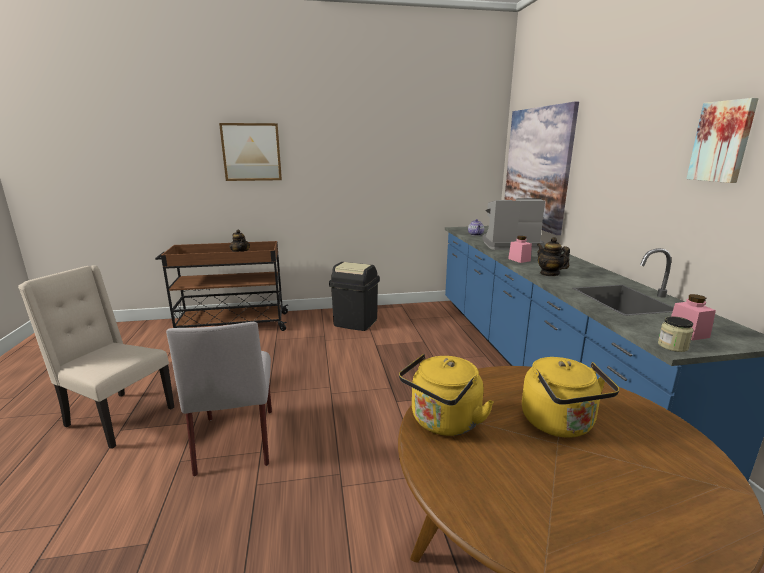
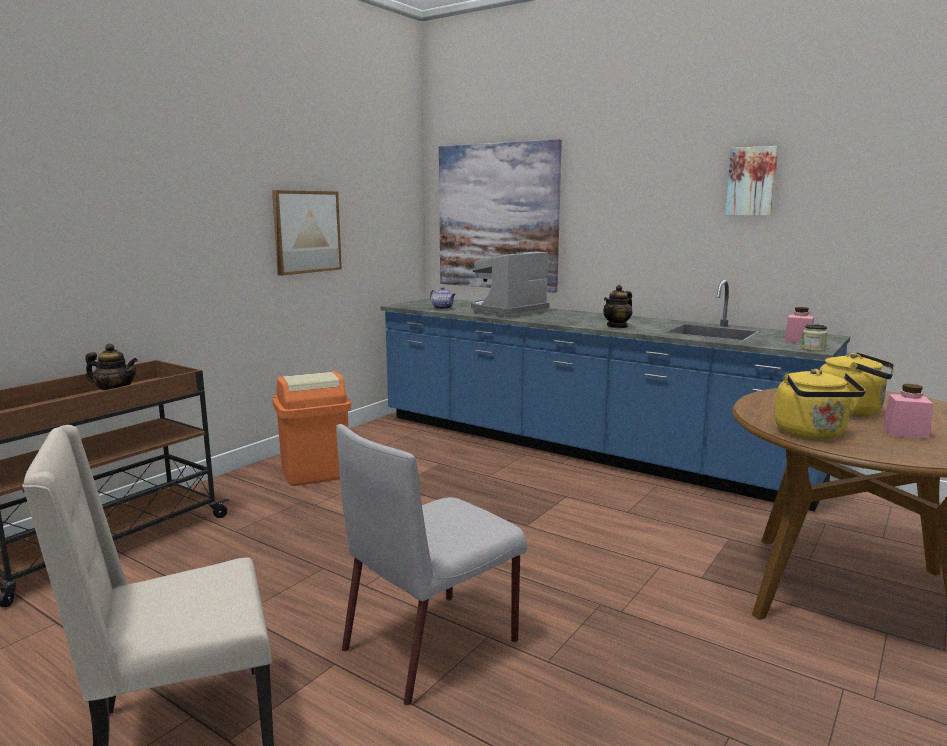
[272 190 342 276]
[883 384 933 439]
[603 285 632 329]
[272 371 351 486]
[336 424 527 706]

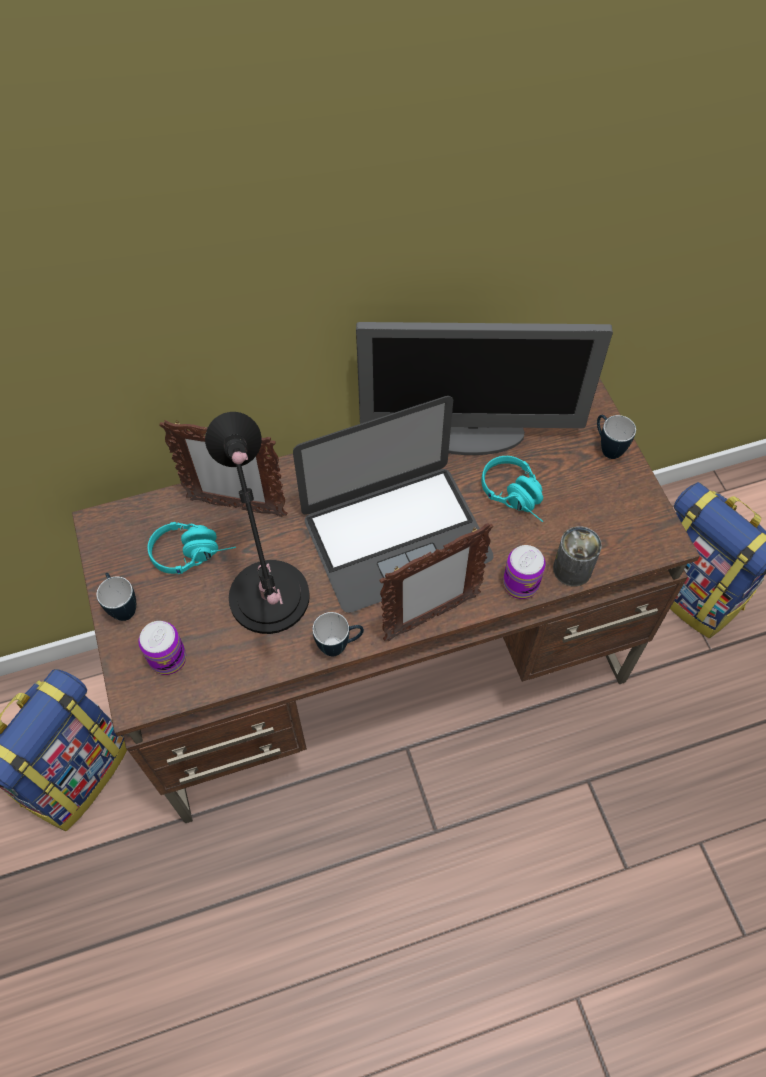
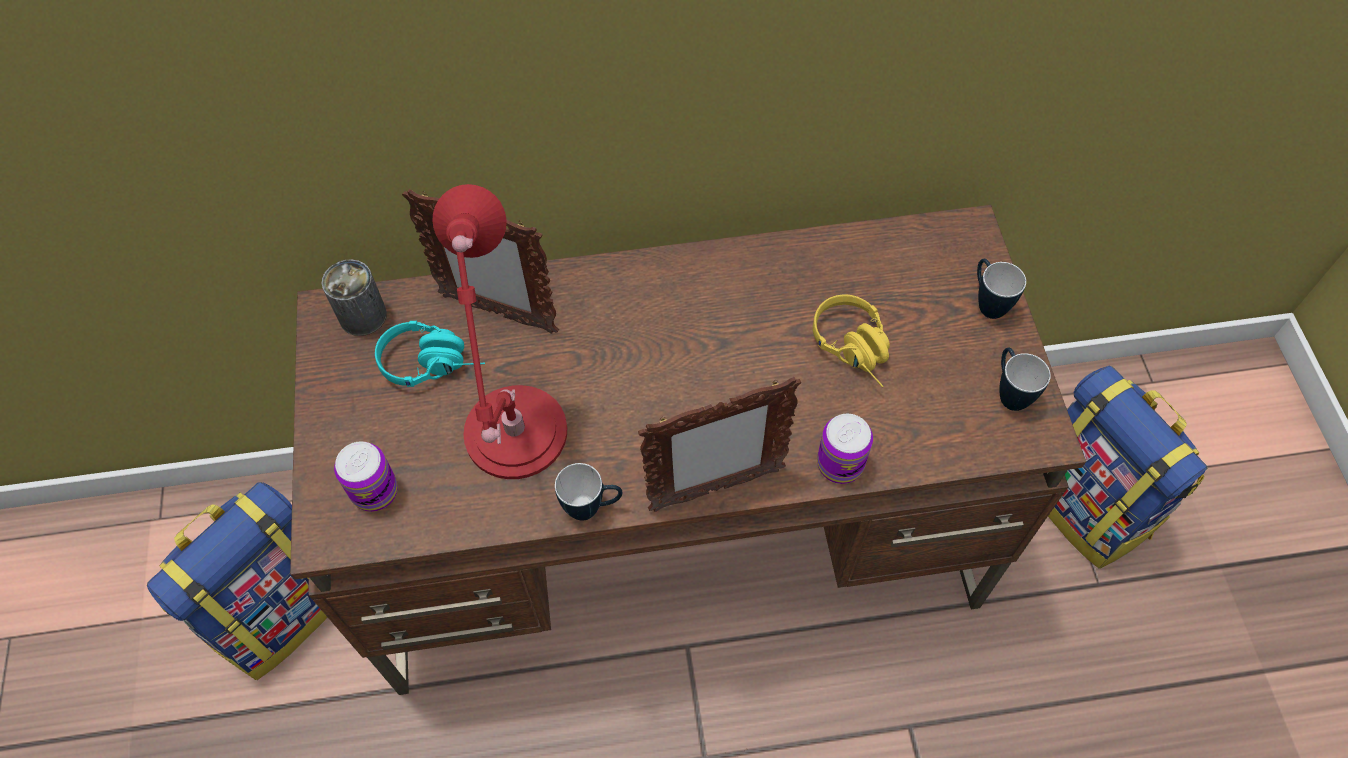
[356 322 613 455] (first image)
[293 396 494 613] (first image)
[432 184 567 479]
[813 294 890 387]
[322 259 387 336]
[999 348 1051 411]

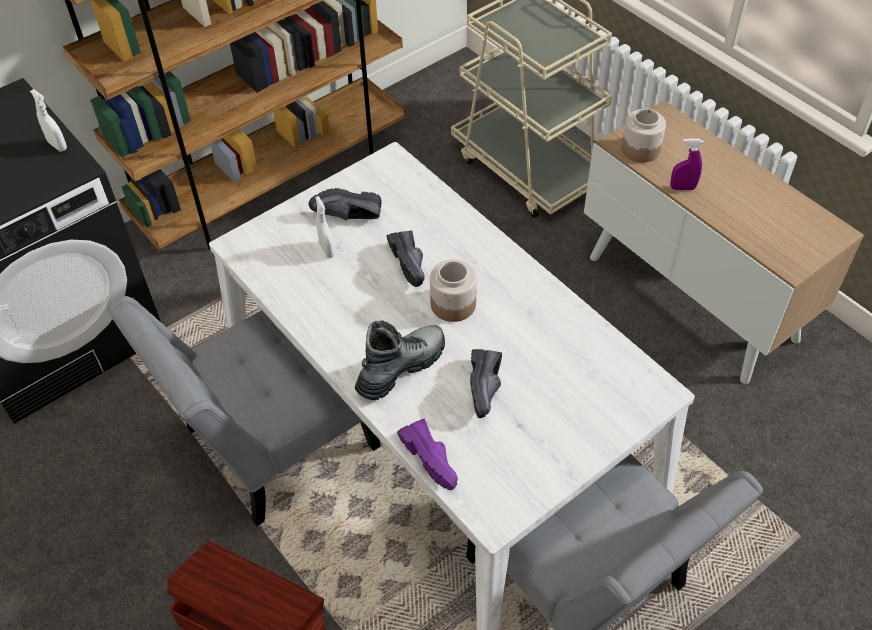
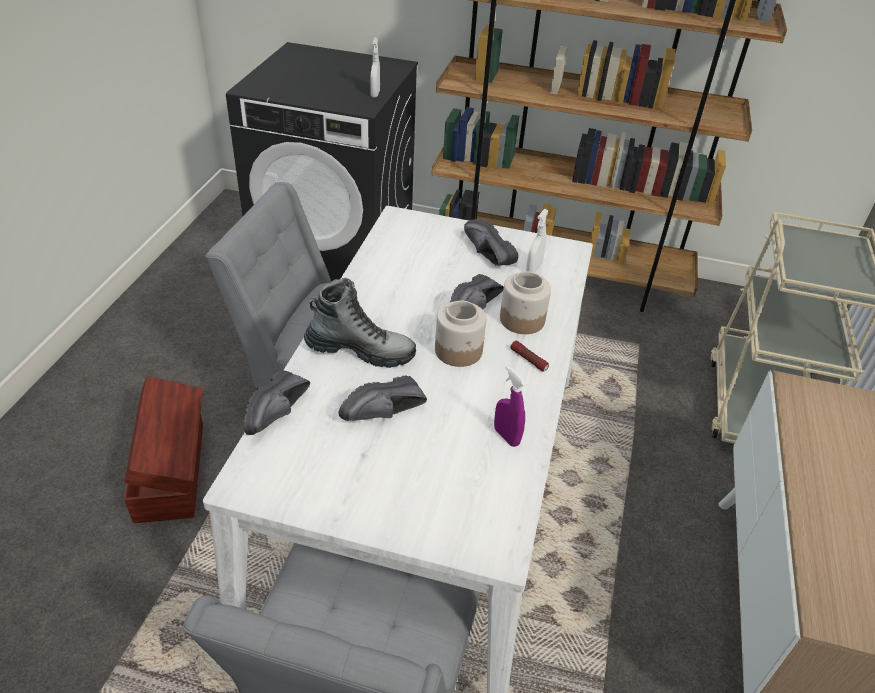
[500 271 551 334]
[494 366 526 447]
[526 209 548 273]
[244 370 310 435]
[510 340 549 372]

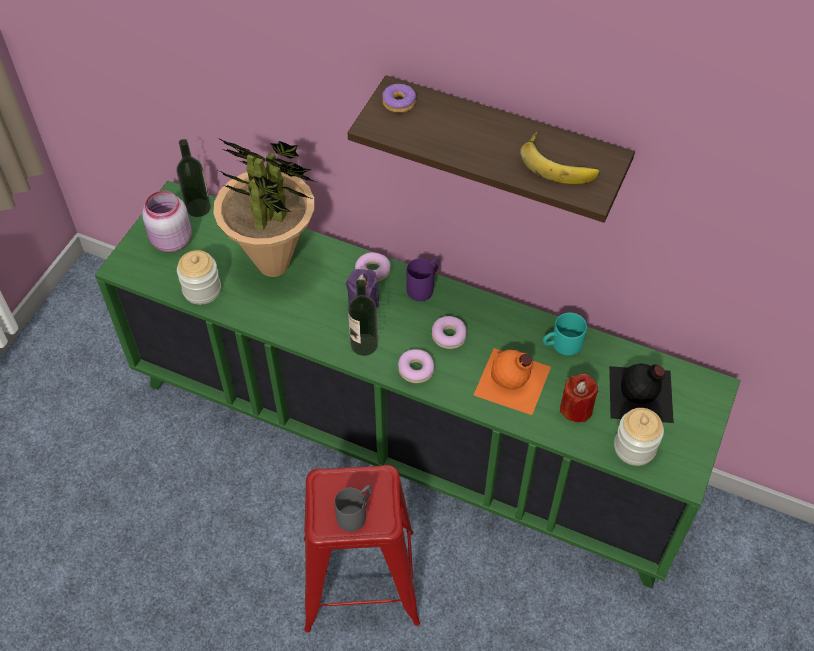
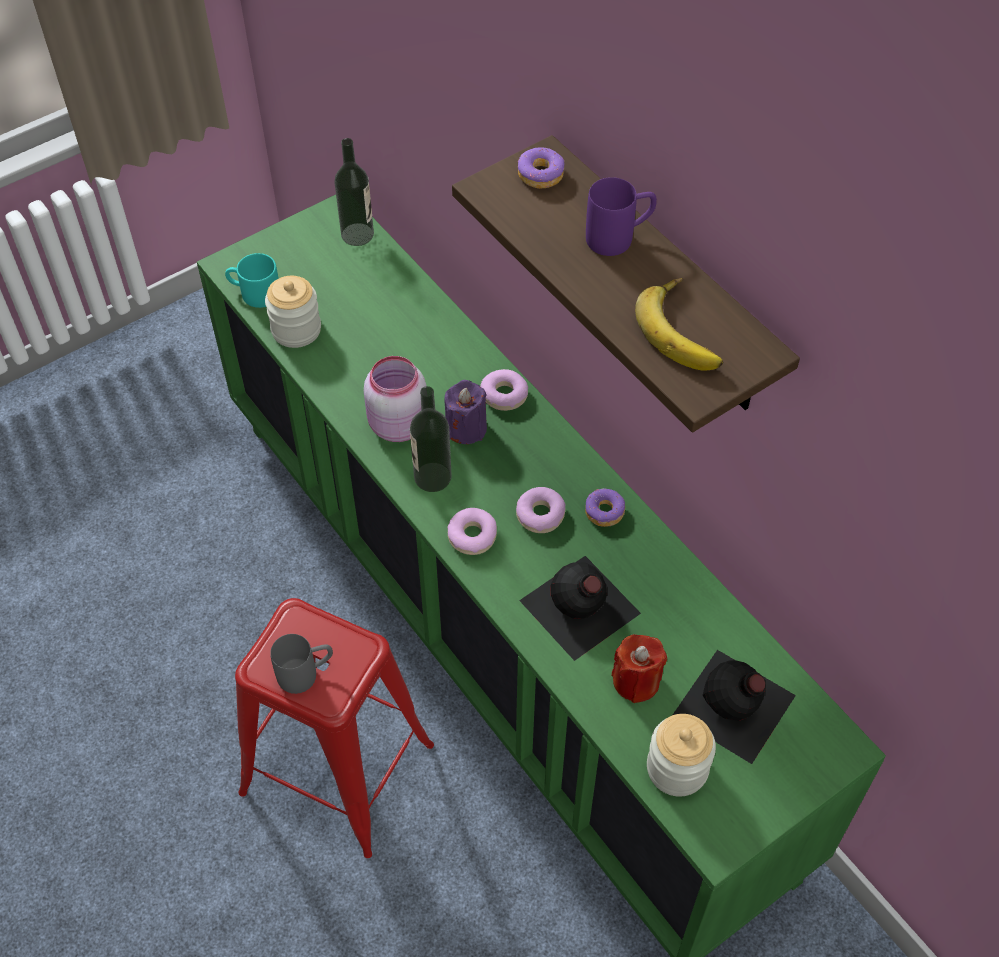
[213 138 319 277] (first image)
[364 356 426 442]
[586 177 657 256]
[225 253 279 308]
[519 556 641 661]
[585 489 625 527]

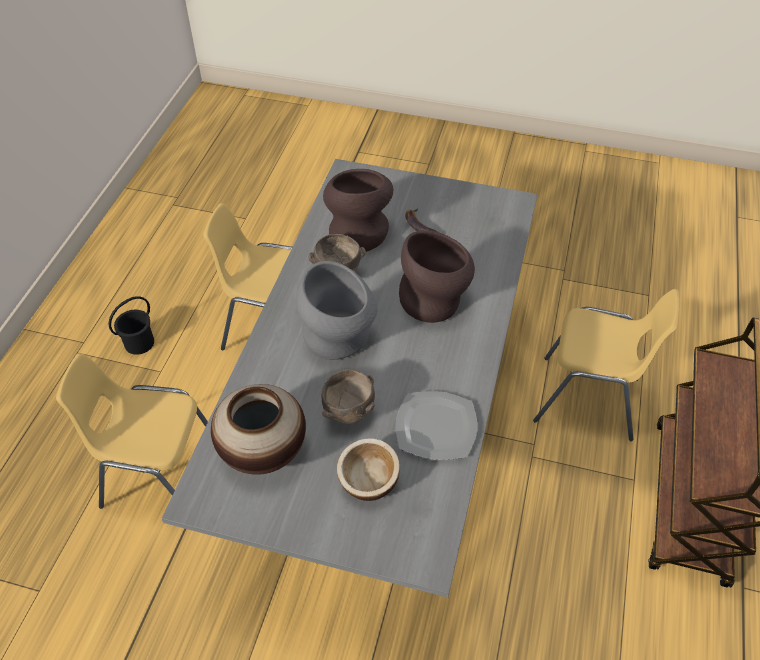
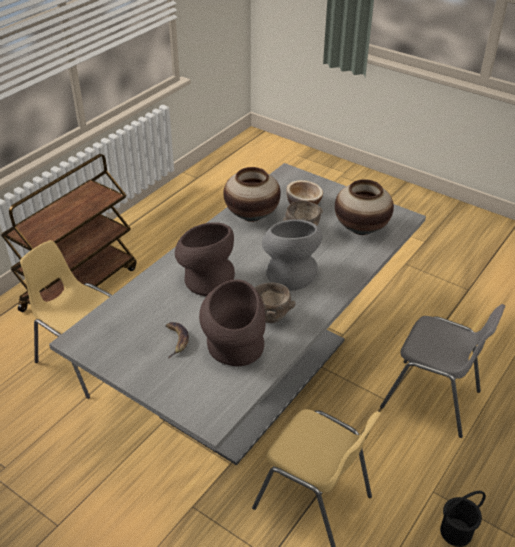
[380 304 505 438]
[223 167 281 222]

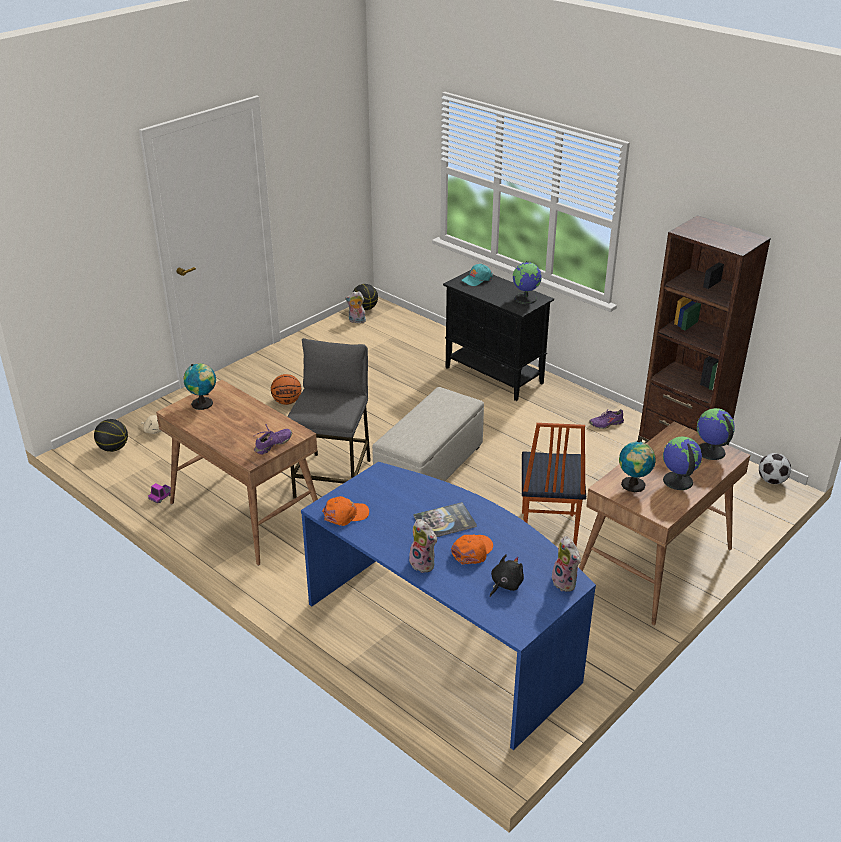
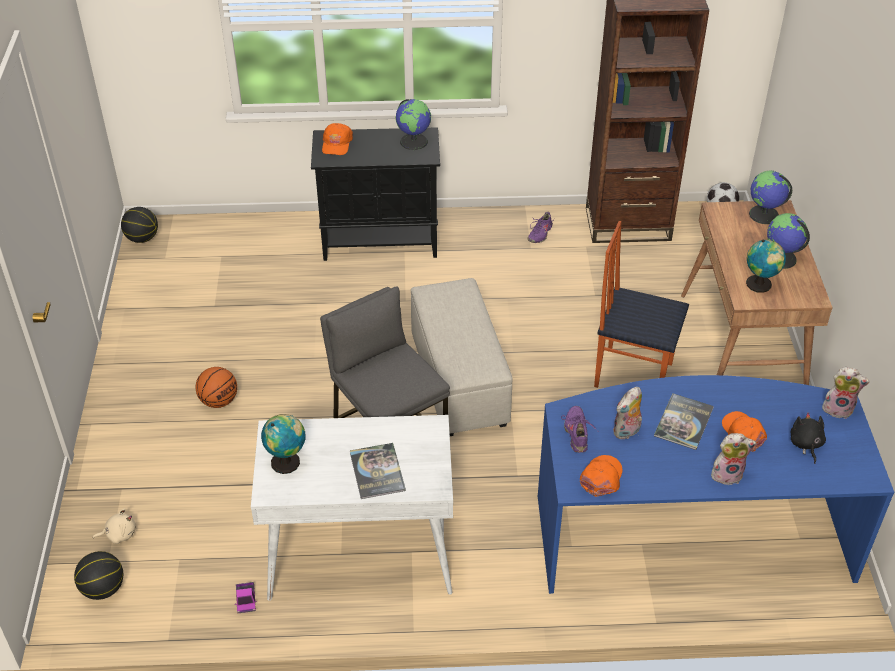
[322 123 353 155]
[613 387 642 439]
[251 415 453 601]
[594 221 689 388]
[561 406 599 453]
[350 443 406 499]

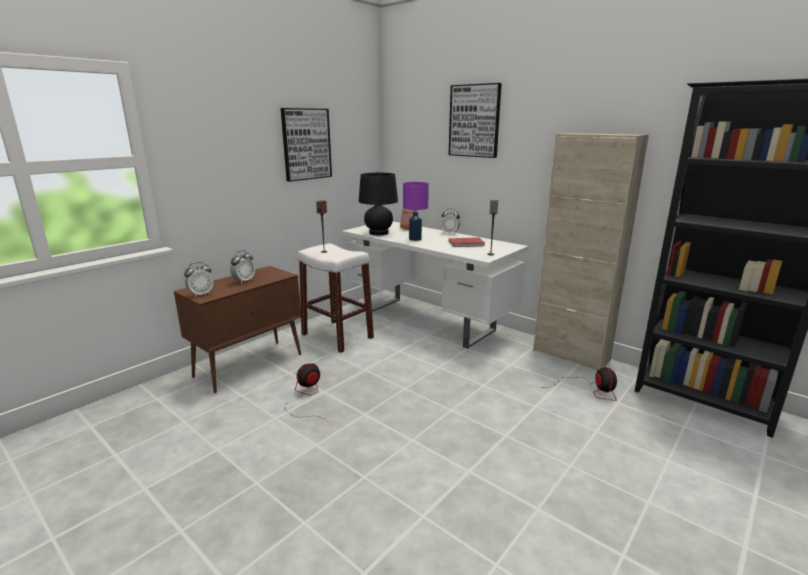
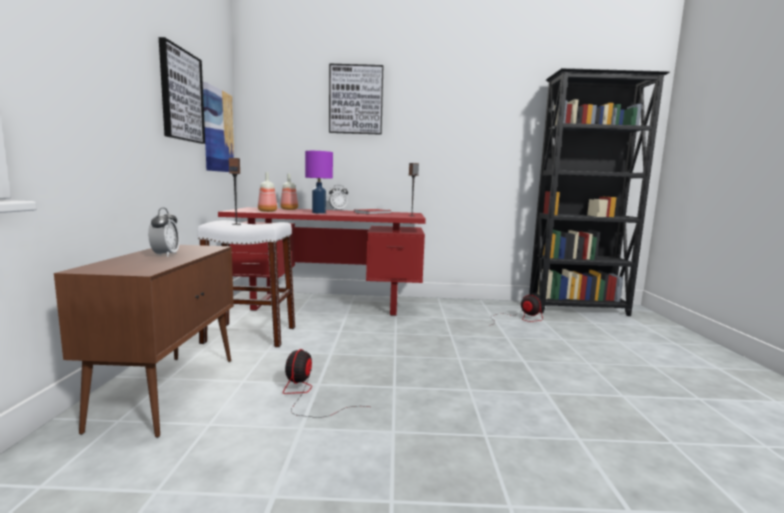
[533 133 649 371] (first image)
[258 172 277 212]
[218 207 426 316]
[184 262 213 297] (first image)
[203 82 234 172]

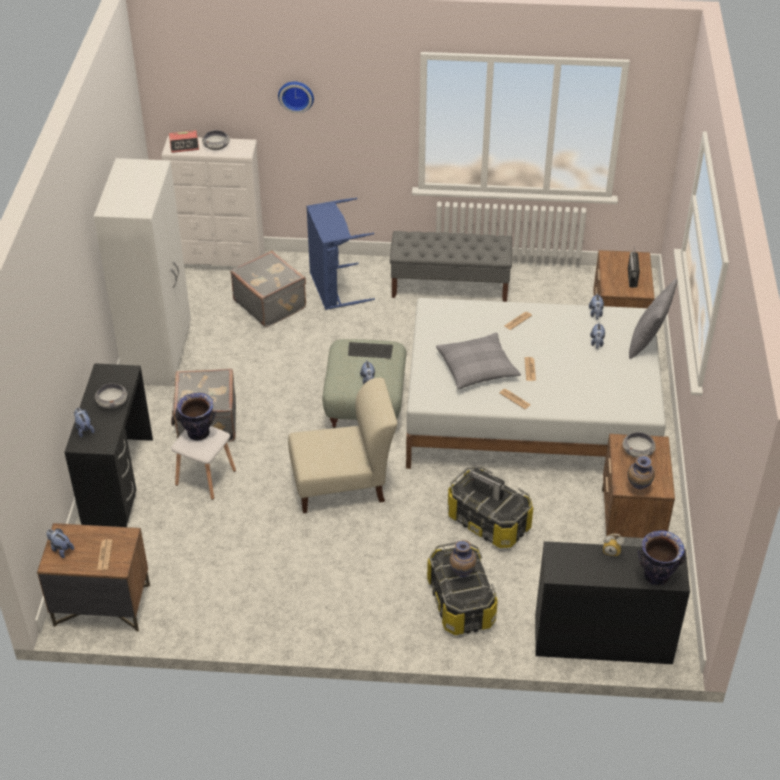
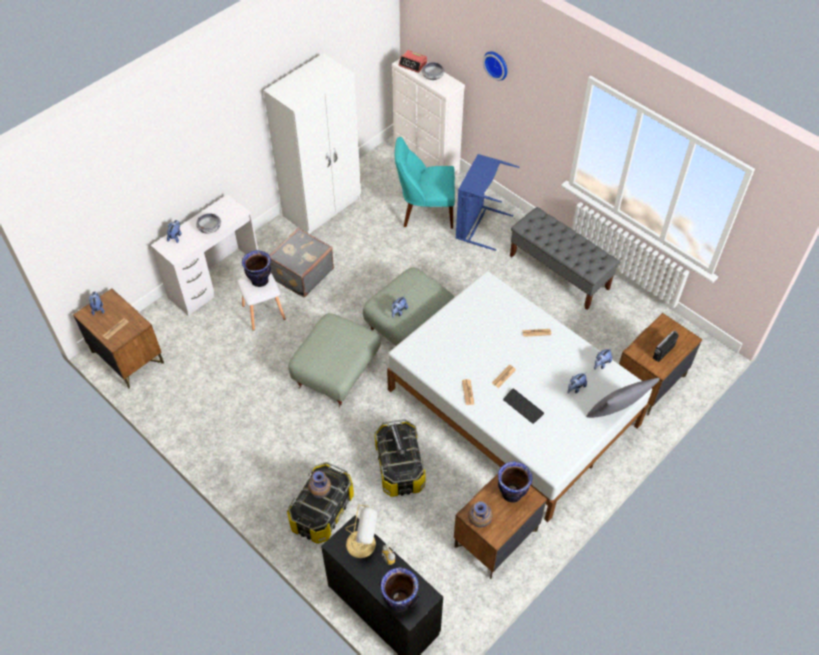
[395 137 455 229]
[436 333 521 389] (first image)
[503 389 544 424]
[151 194 258 316]
[288 313 381 407]
[498 462 532 503]
[345 505 377 558]

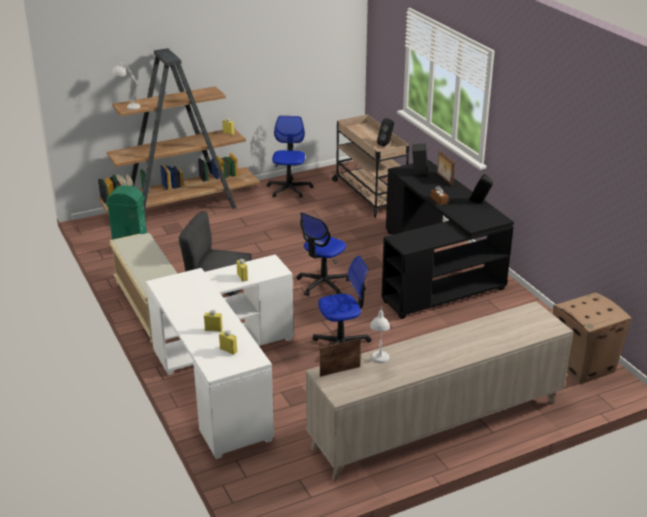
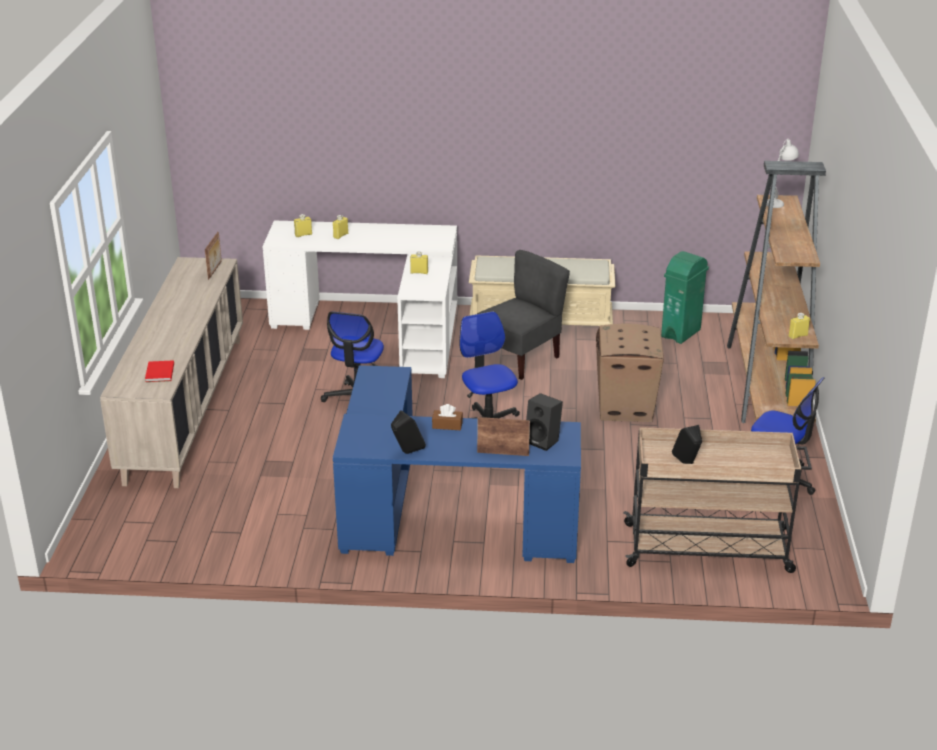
[333 365 581 563]
[596 324 664 422]
[370 306 390 363] (first image)
[145 360 174 382]

